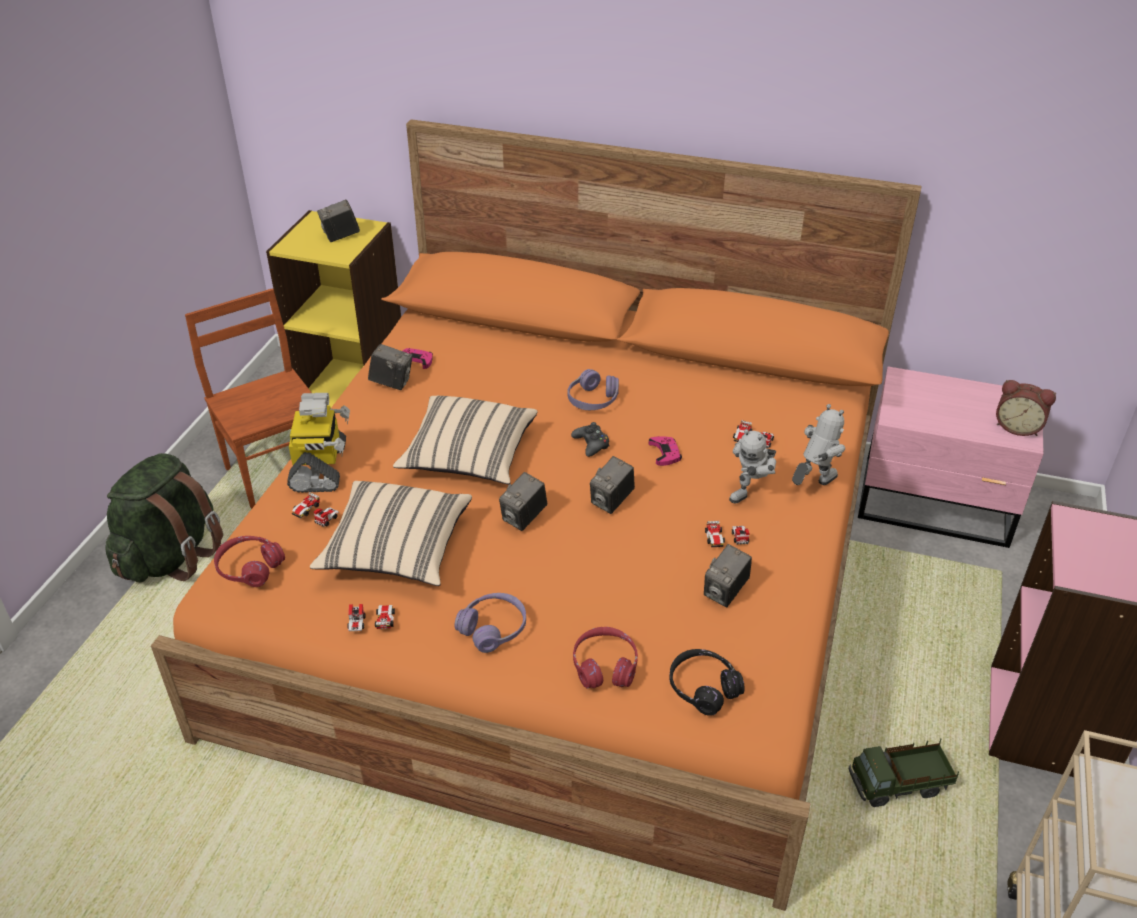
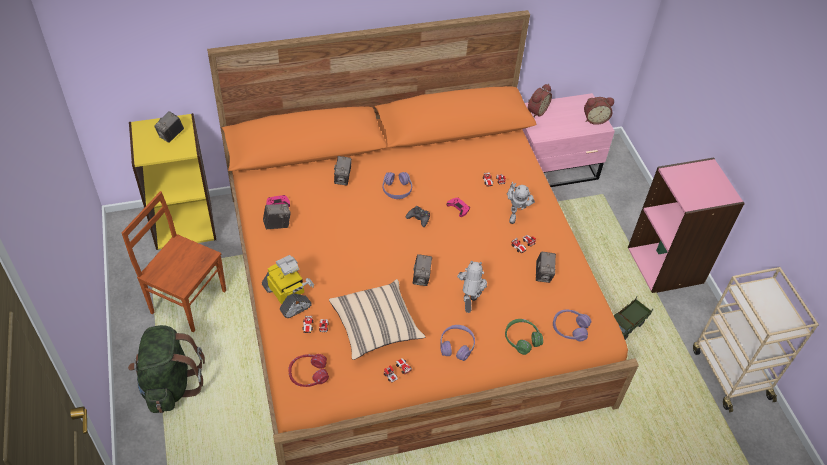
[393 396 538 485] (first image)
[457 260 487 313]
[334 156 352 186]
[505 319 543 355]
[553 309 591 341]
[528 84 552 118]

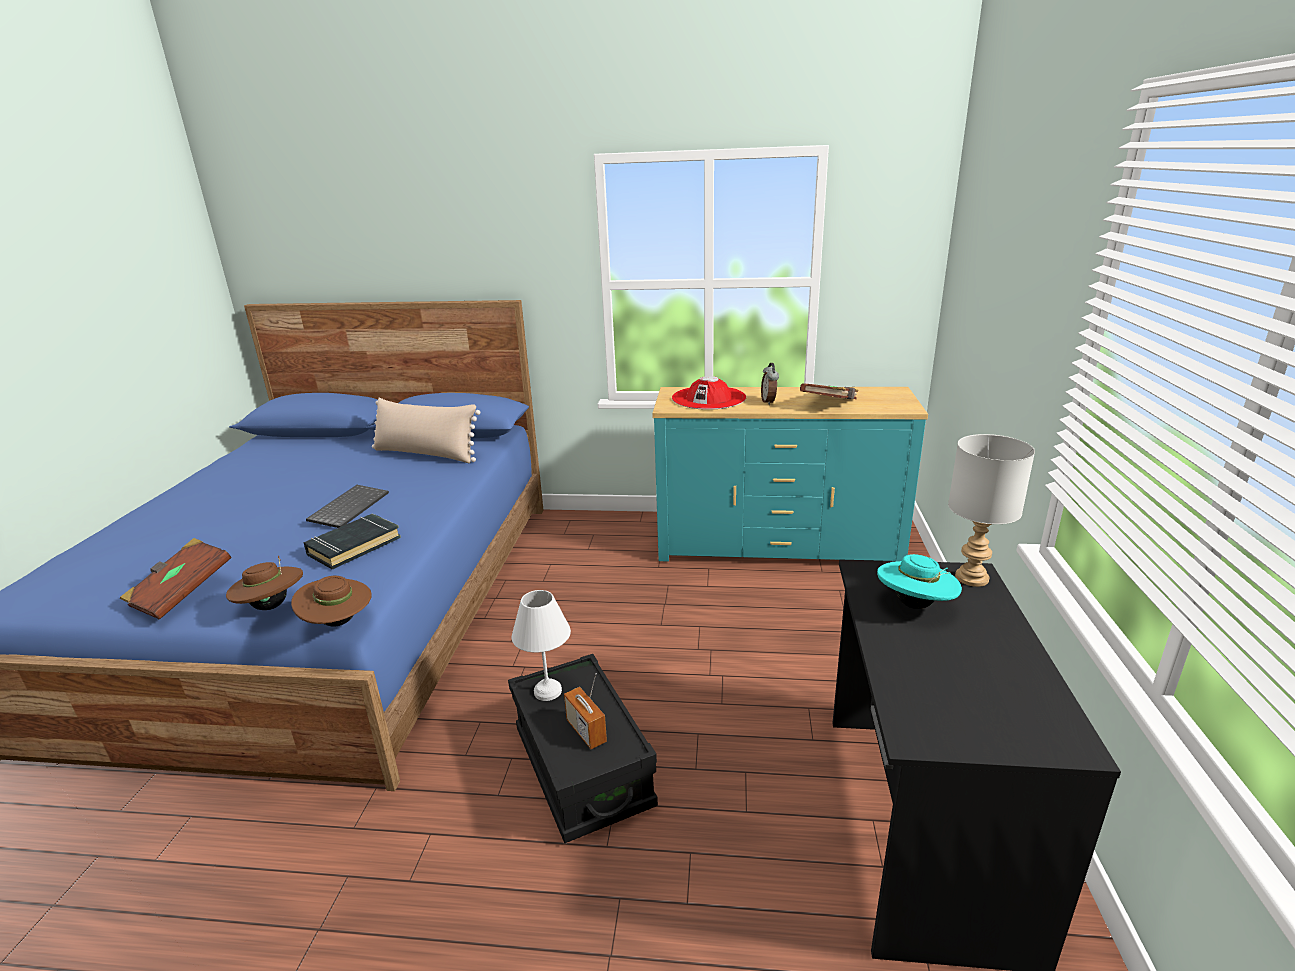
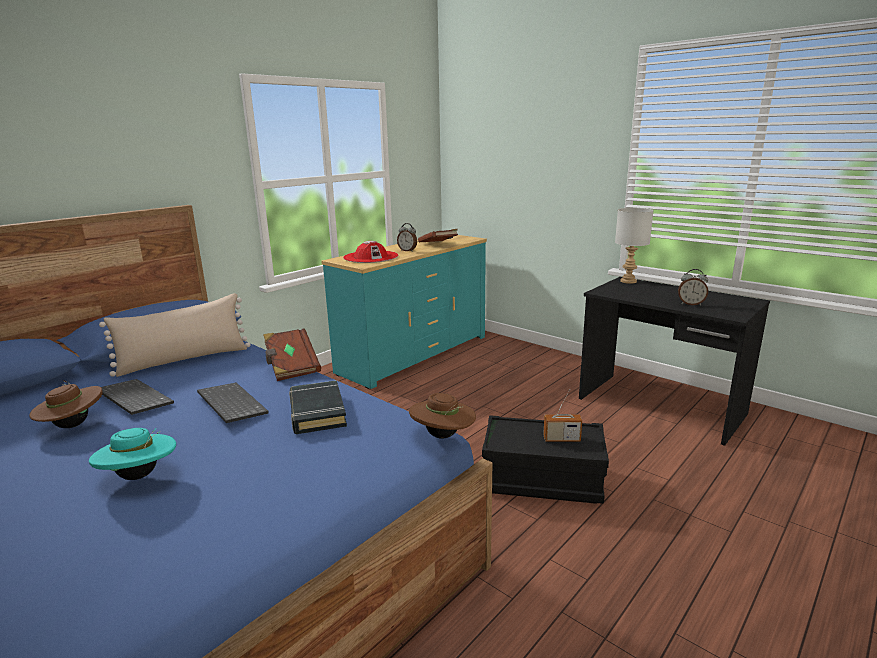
[263 329 321 381]
[89 428 176 480]
[29 381 103 428]
[512 590 571 701] (first image)
[678 269 708 306]
[101 379 174 415]

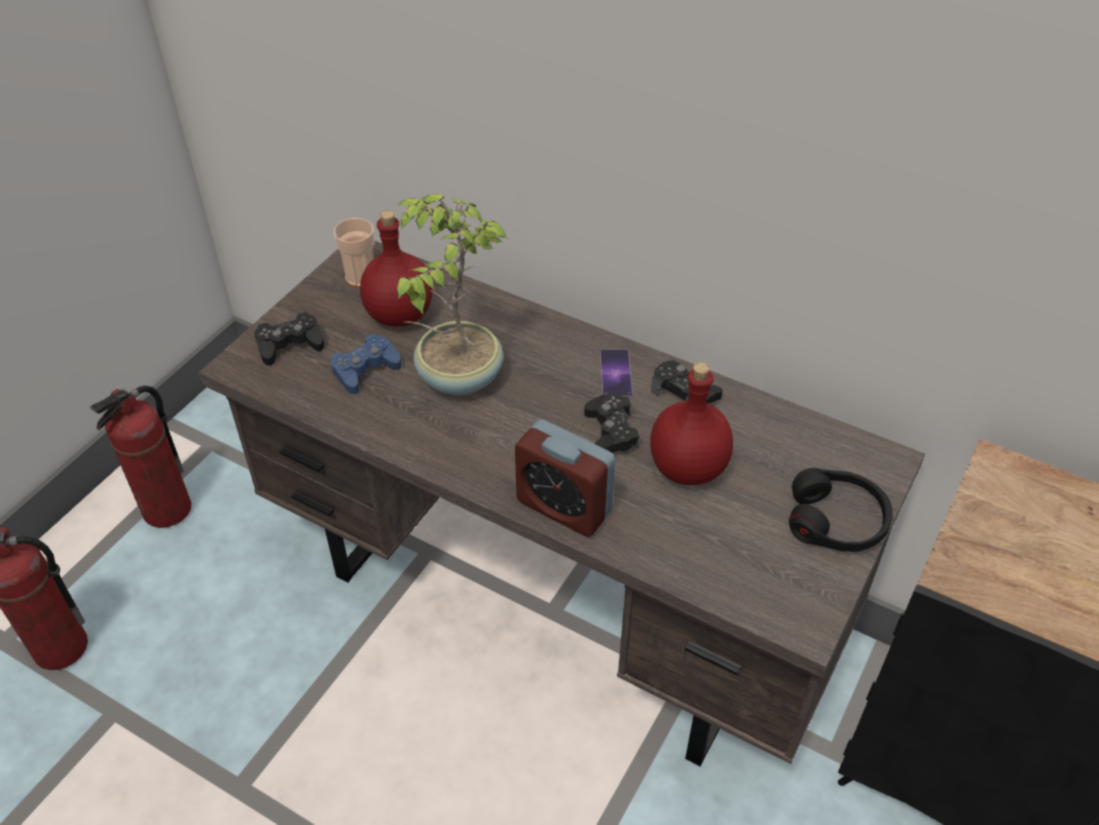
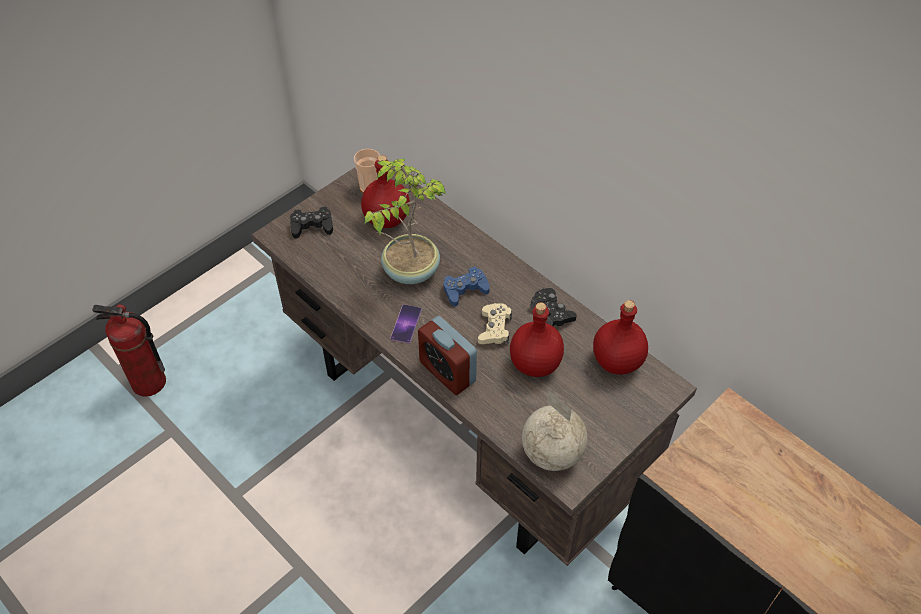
[443 266 490 307]
[391 304 422 344]
[90 386 192 528] (first image)
[478 303 512 344]
[789 468 893 552] (first image)
[593 300 648 375]
[522 391 588 471]

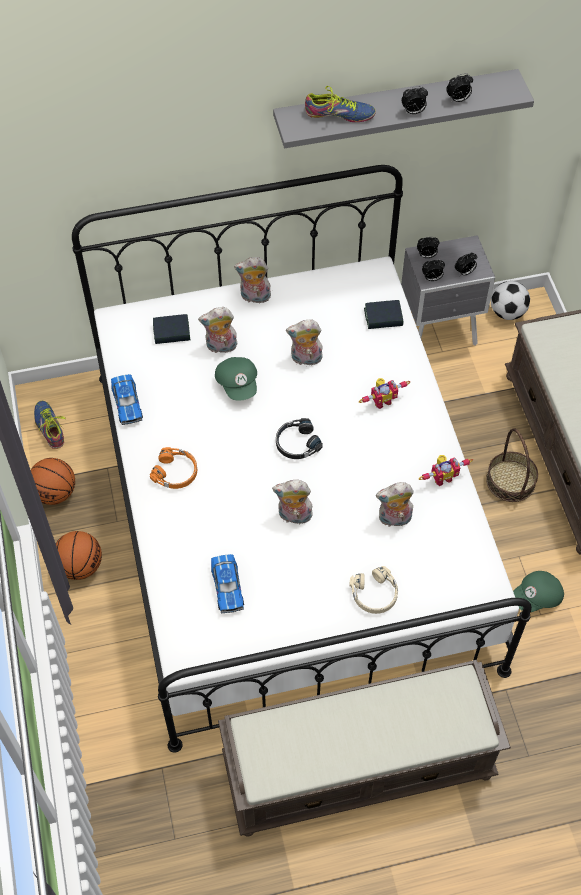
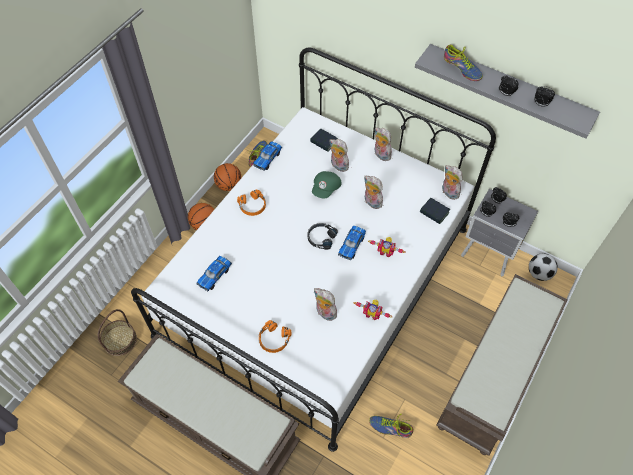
[98 309 137 356]
[442 165 463 200]
[259 320 291 353]
[369 414 413 438]
[338 226 366 260]

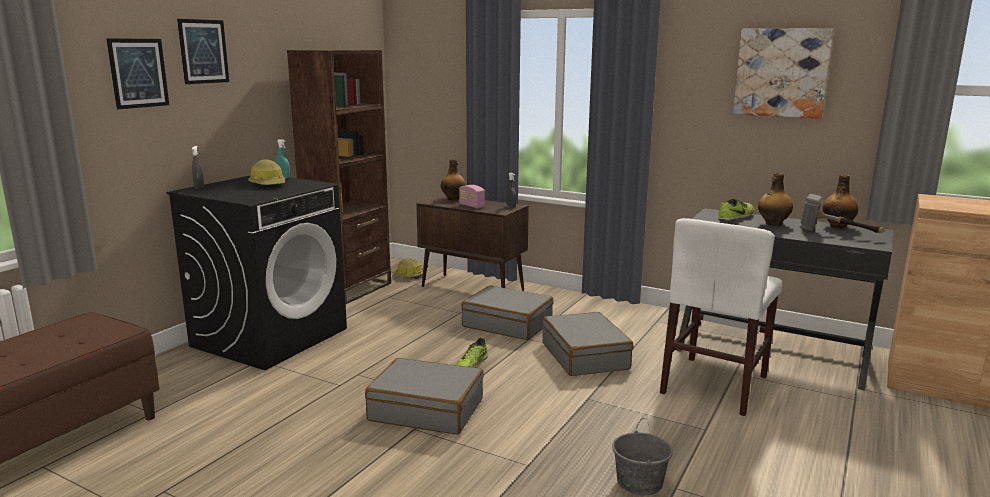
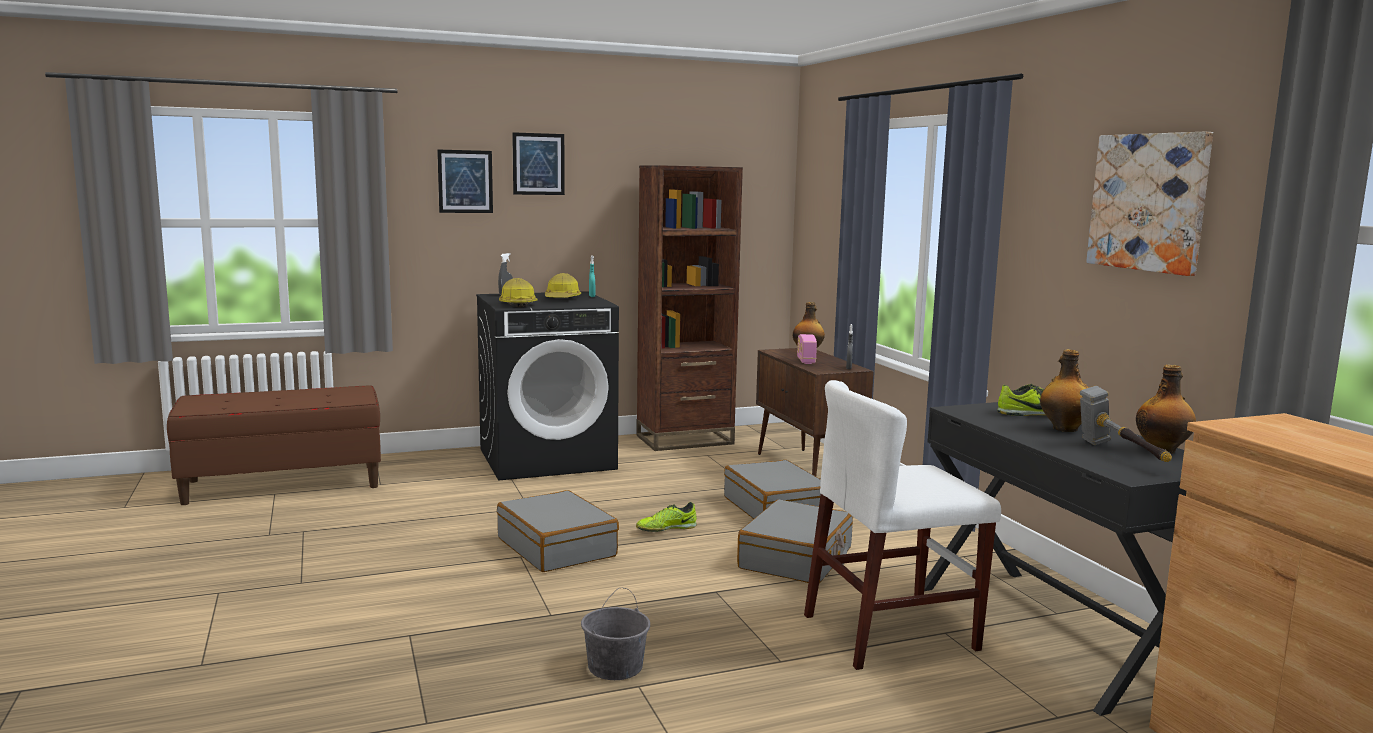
[499 278 538 307]

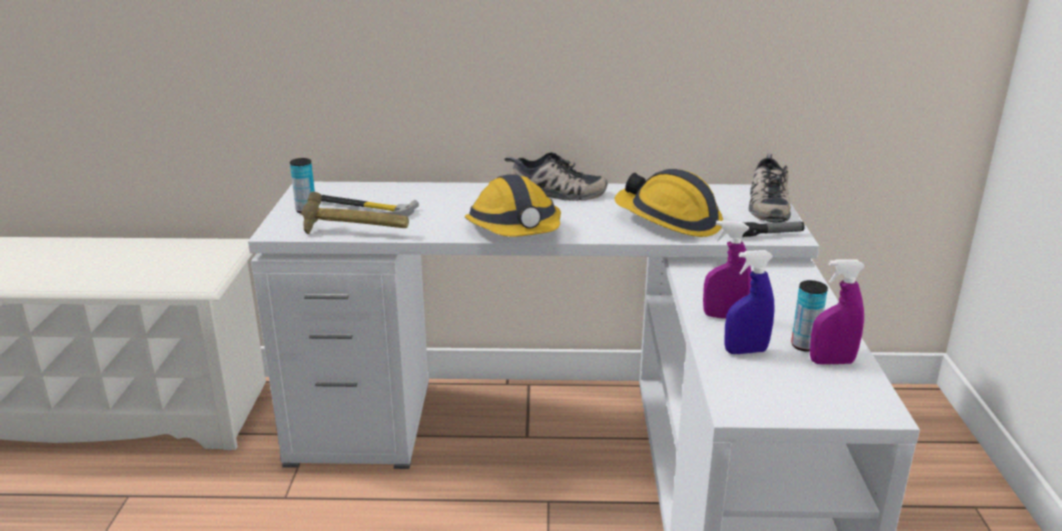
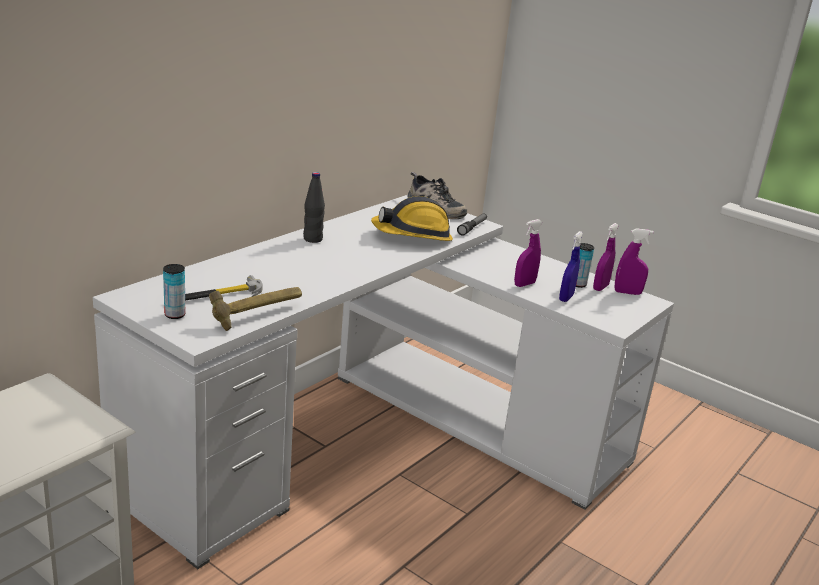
[303 172 325 243]
[465 174 561 237] (first image)
[614 228 654 295]

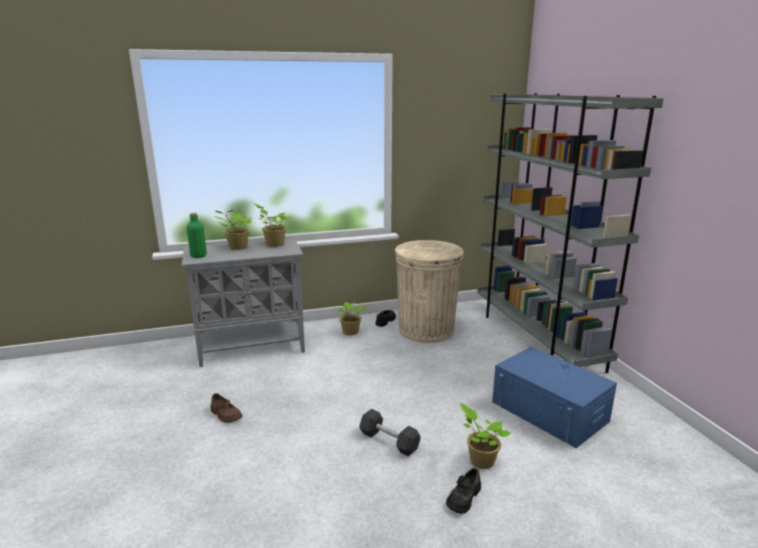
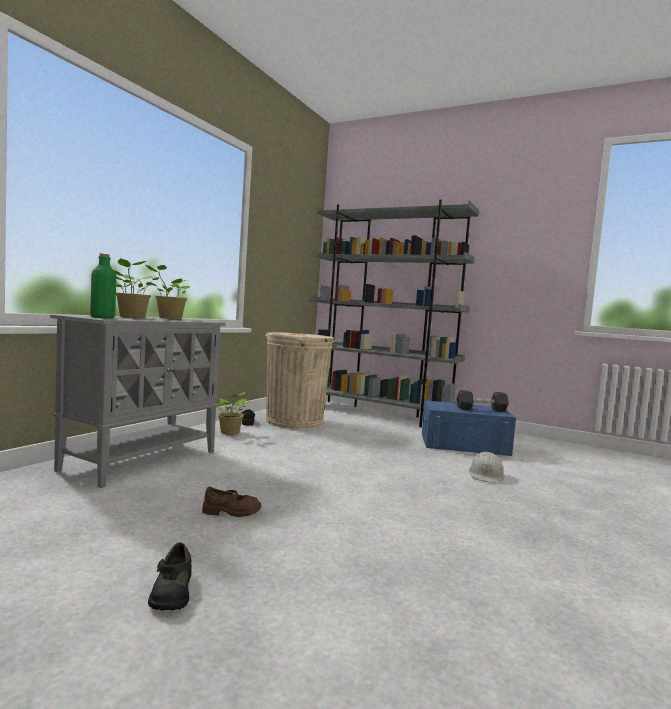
[469 451 504 483]
[457 390 509 412]
[148 543 192 611]

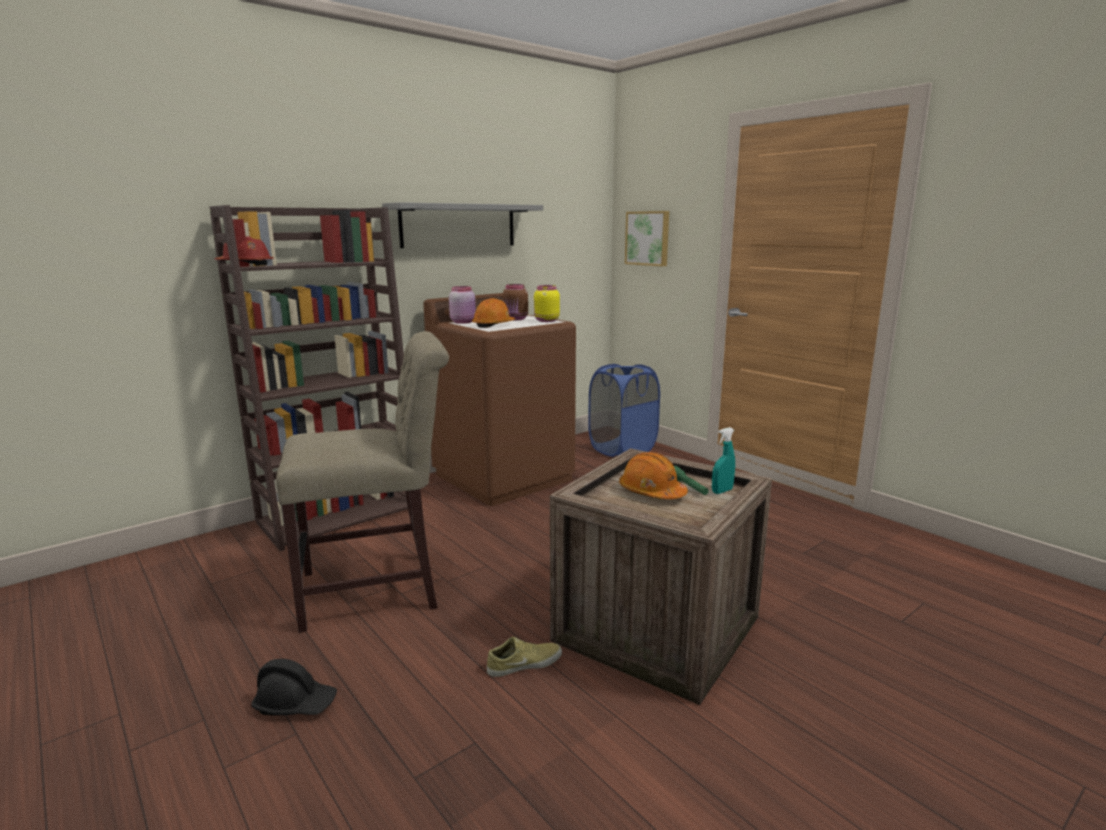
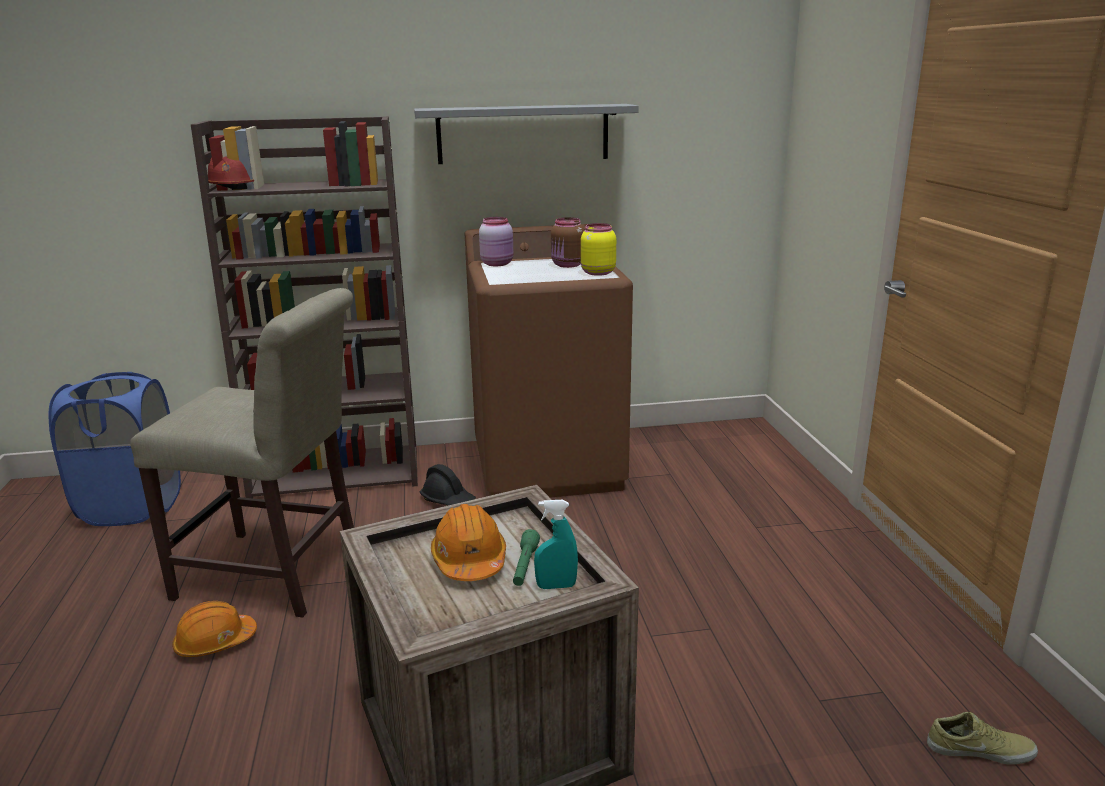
[625 211 669 266] (first image)
[172 601 257 657]
[49 372 181 526]
[927 712 1038 765]
[420 464 476 505]

